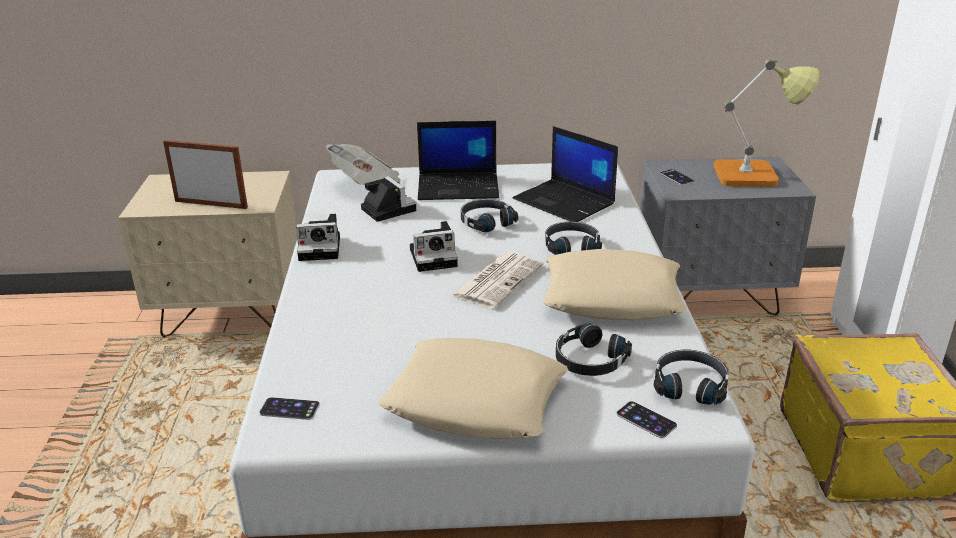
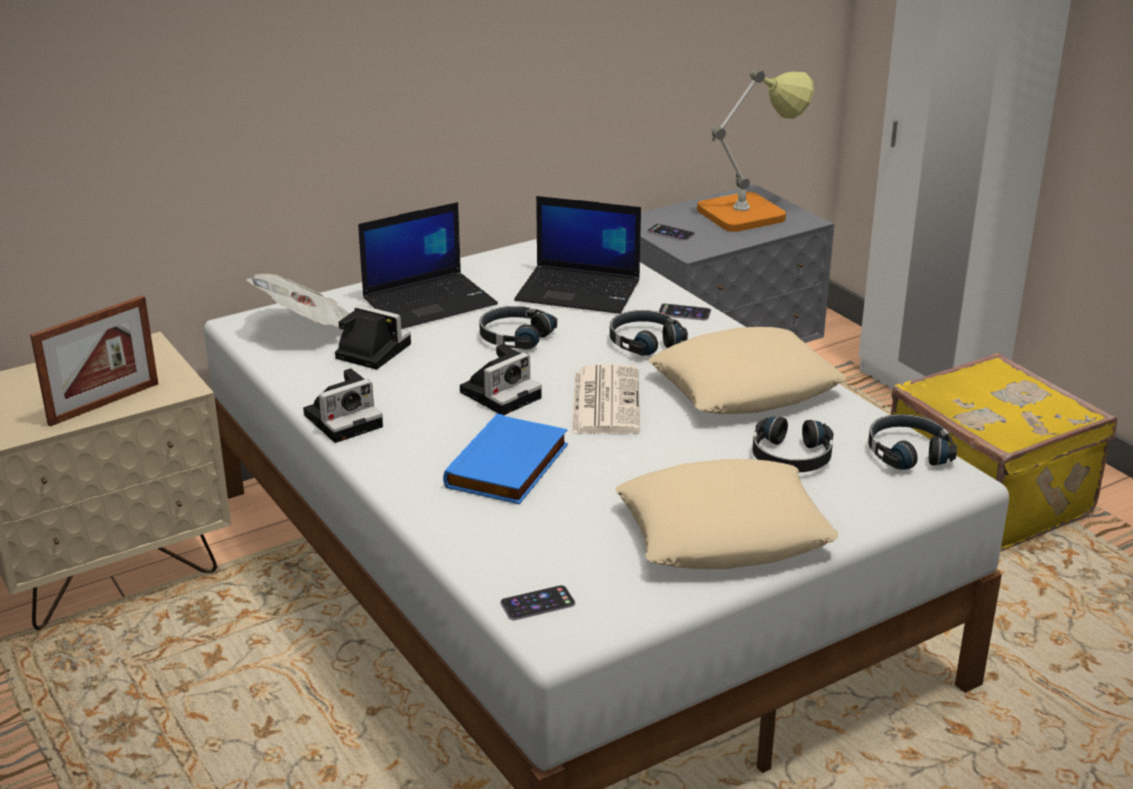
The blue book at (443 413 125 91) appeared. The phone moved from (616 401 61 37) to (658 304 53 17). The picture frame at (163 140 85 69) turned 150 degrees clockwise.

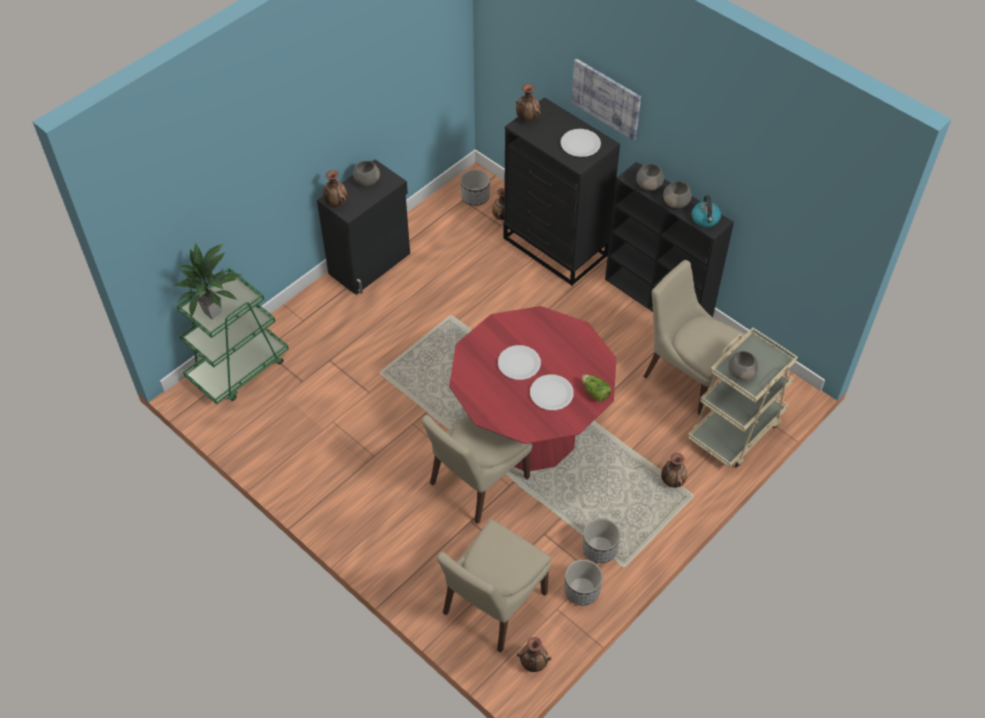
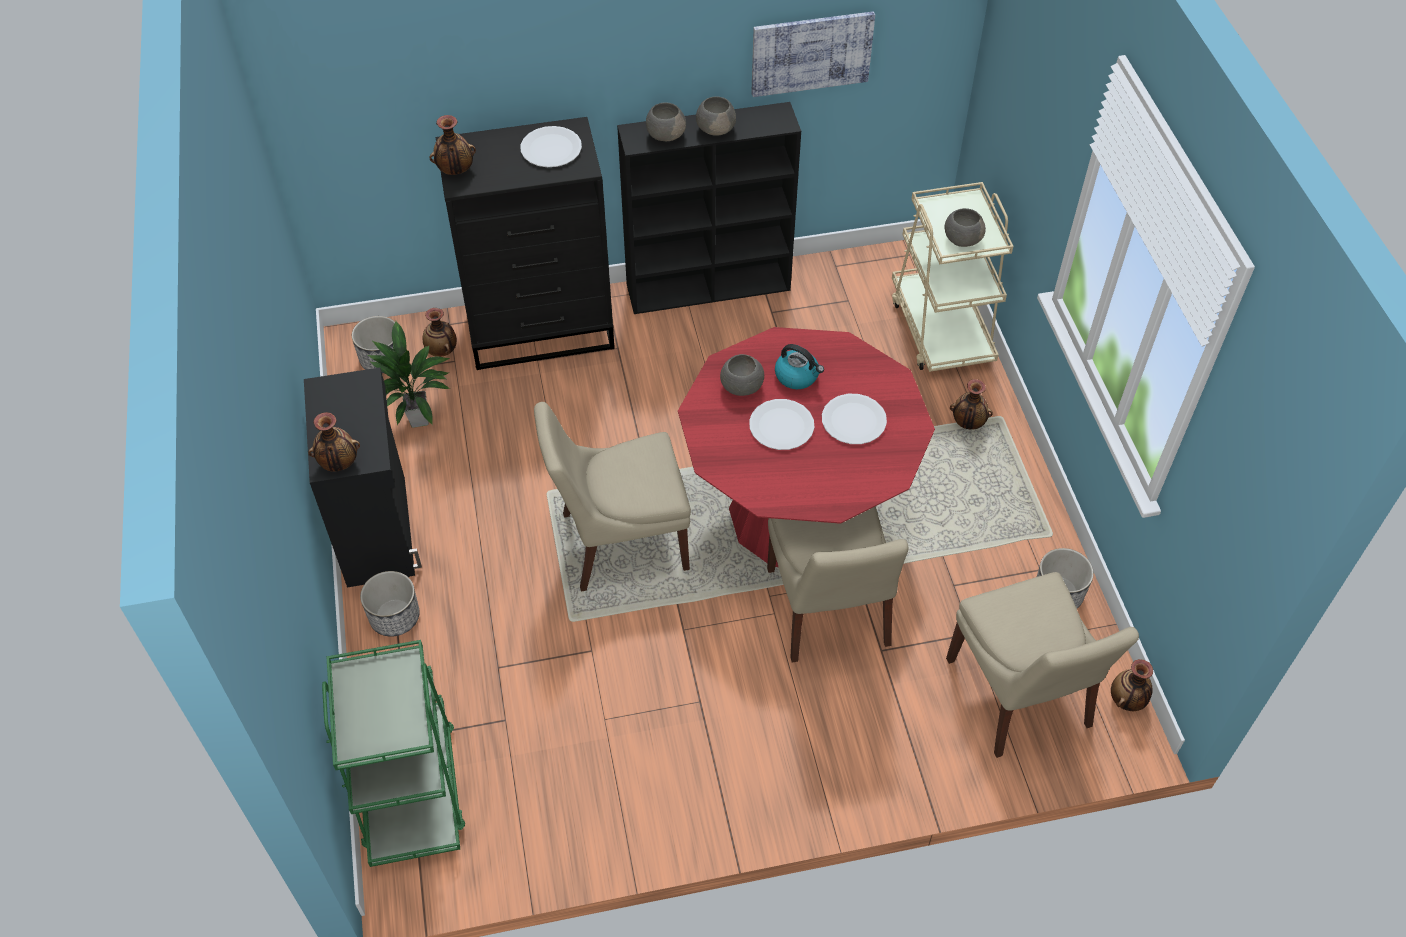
The lettuce at (582 374 29 28) disappeared. The potted plant moved from (174 243 67 76) to (368 321 82 107). The grey bowl moved from (353 161 27 25) to (720 354 44 42). The picture moved from (571 58 70 83) to (752 11 123 86). The planter moved from (583 518 37 45) to (360 571 60 66). The beige chair moved from (643 260 103 155) to (534 402 157 190). The kettle moved from (692 195 29 32) to (775 344 49 45).

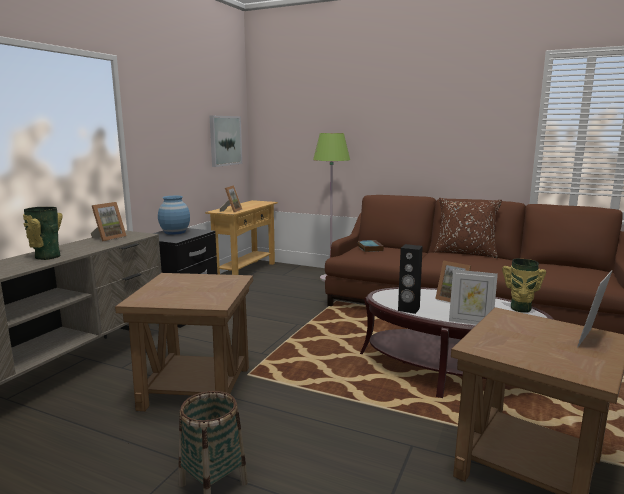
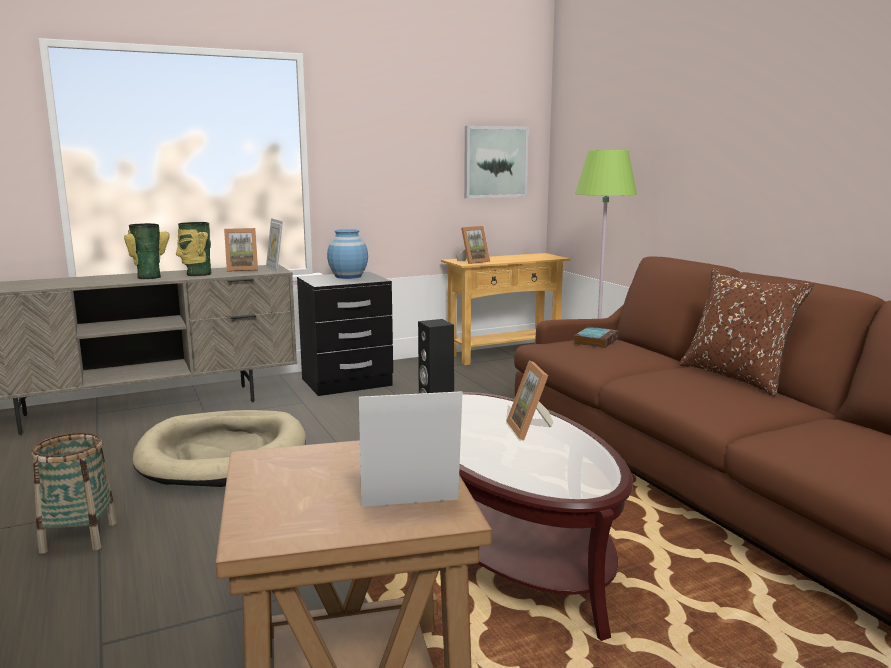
The picture frame moved from (449 269 49 56) to (266 218 17 54). The vase moved from (502 259 44 54) to (176 222 35 54). The brown side table at (115 273 138 138) was replaced by the beige dog bed at (132 410 174 77).

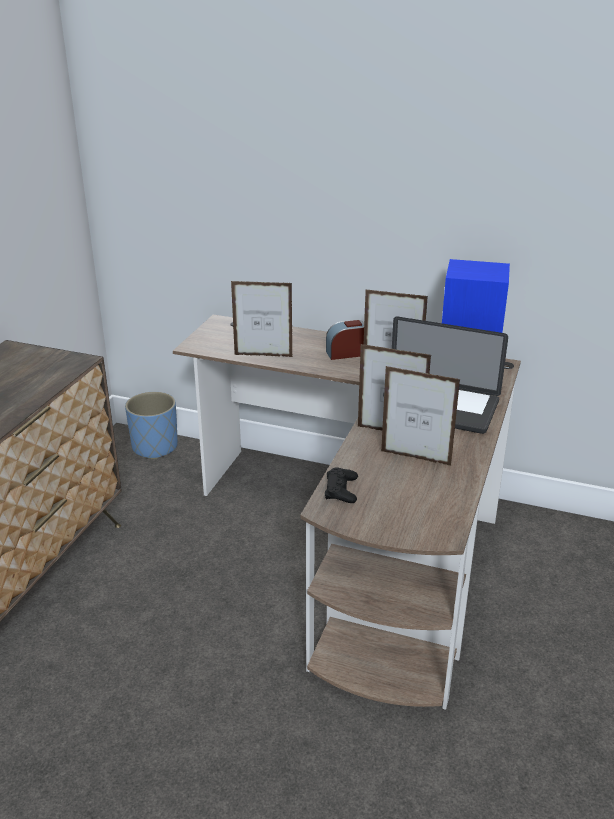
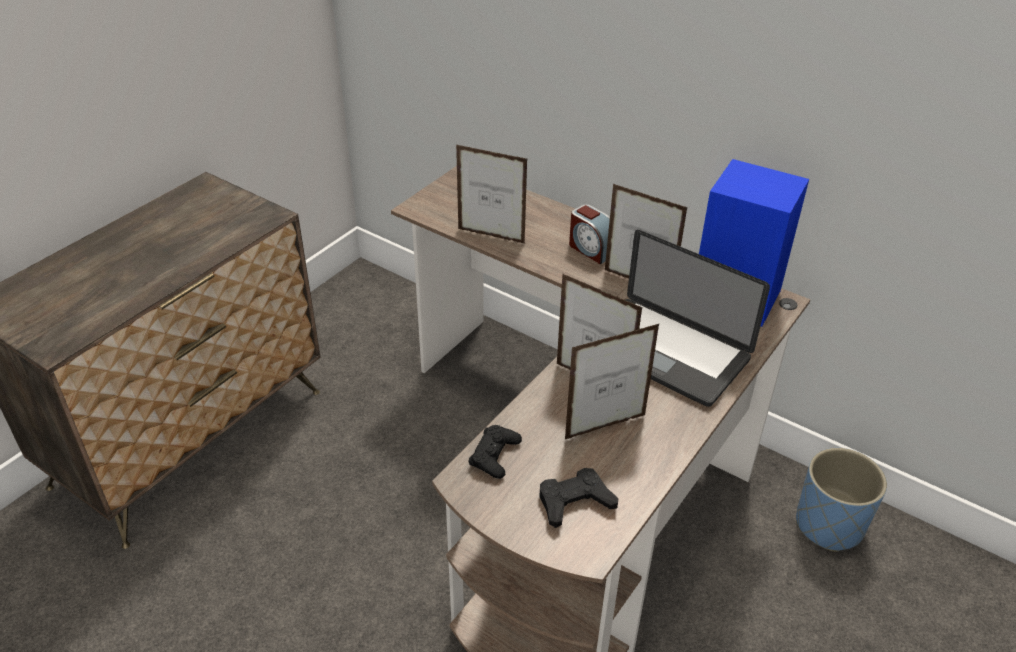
The black game controller at (540 468 78 60) appeared. The blue planter moved from (125 392 53 67) to (796 448 91 104). The alarm clock at (326 320 38 40) turned 135 degrees counterclockwise. The picture frame at (381 366 79 100) turned 60 degrees counterclockwise.

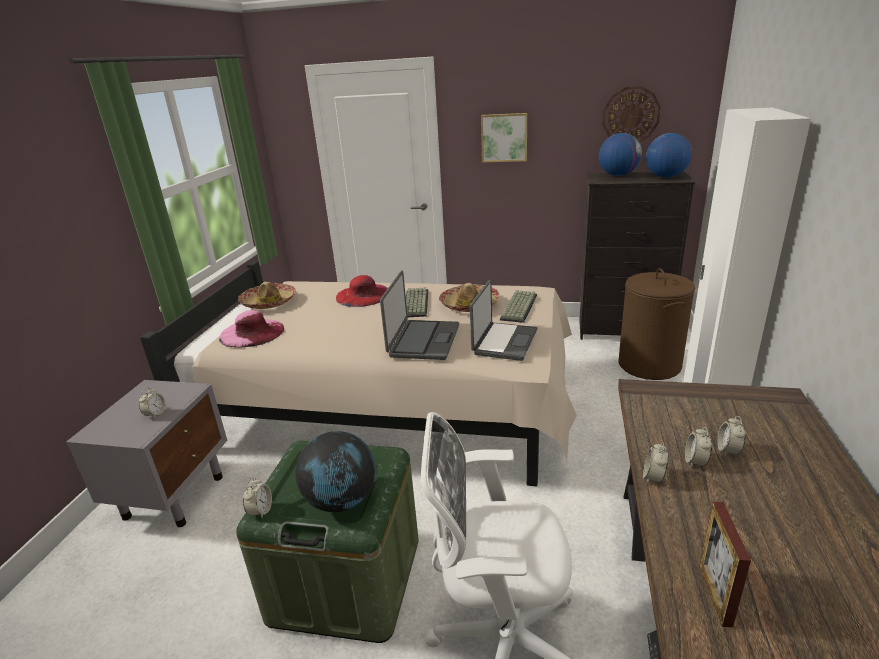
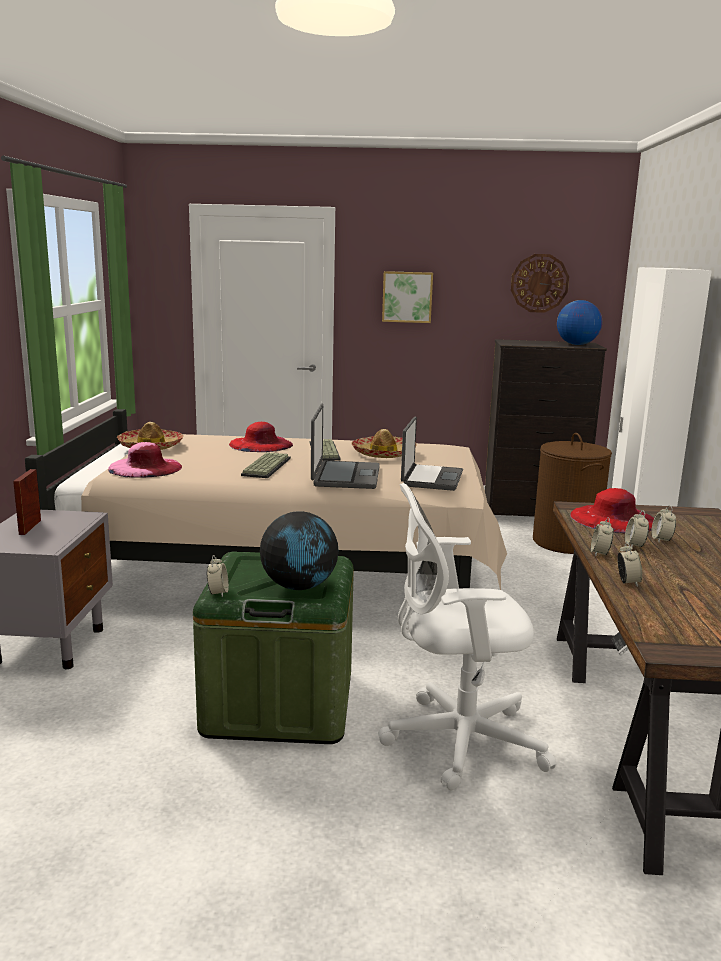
The globe at (599 133 43 43) disappeared. The red hat at (570 488 84 45) appeared. The alarm clock moved from (139 387 26 32) to (617 542 25 44). The keyboard moved from (500 290 37 33) to (241 452 50 26). The picture frame moved from (700 502 51 125) to (13 469 28 66).

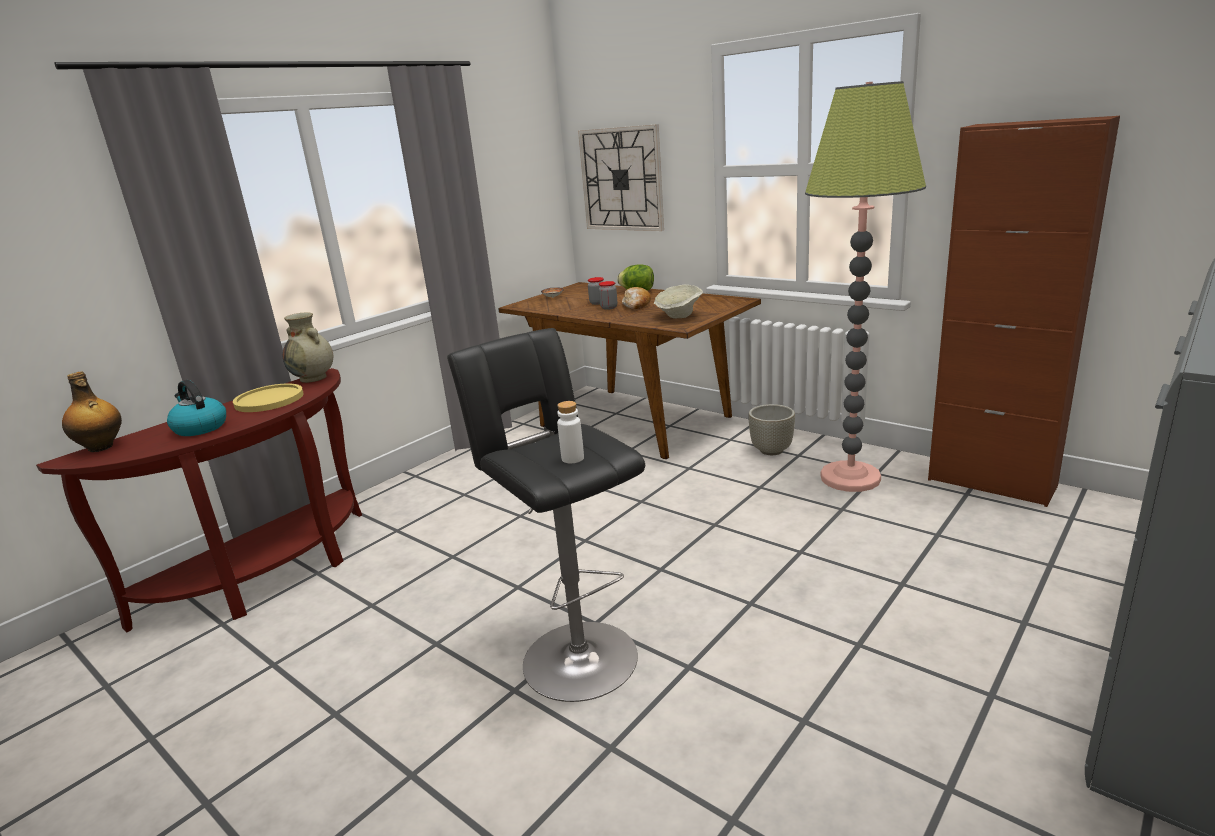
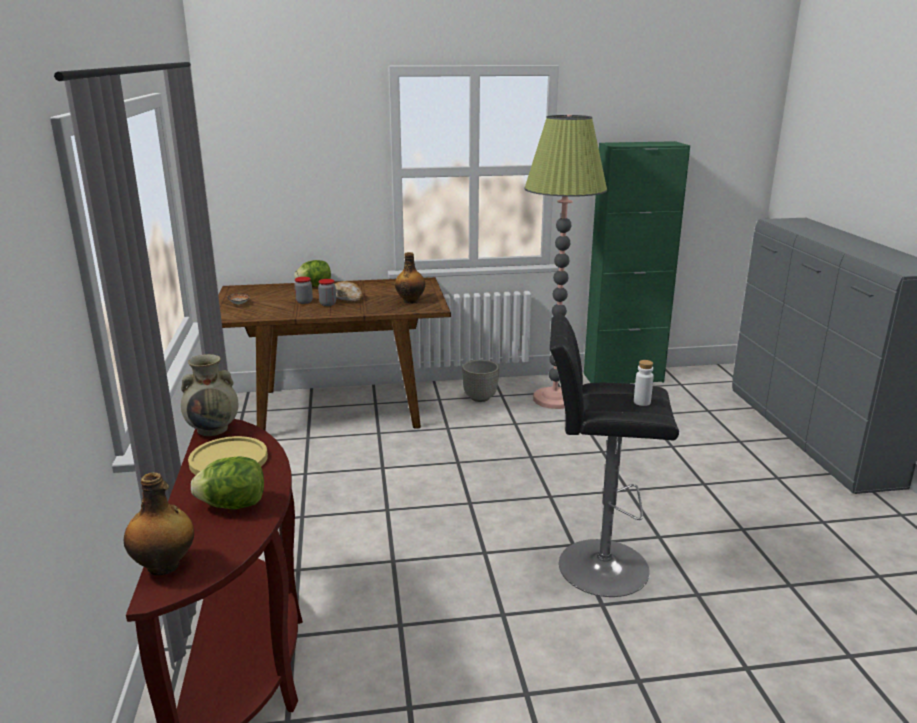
The wall clock at (578 124 86 107) disappeared. The kettle at (167 380 59 56) was replaced by the lettuce at (191 456 73 53). The beige bowl at (654 285 49 34) was replaced by the bottle at (395 252 30 52). The brown cabinet at (928 116 192 391) became the green cabinet at (584 141 106 243).

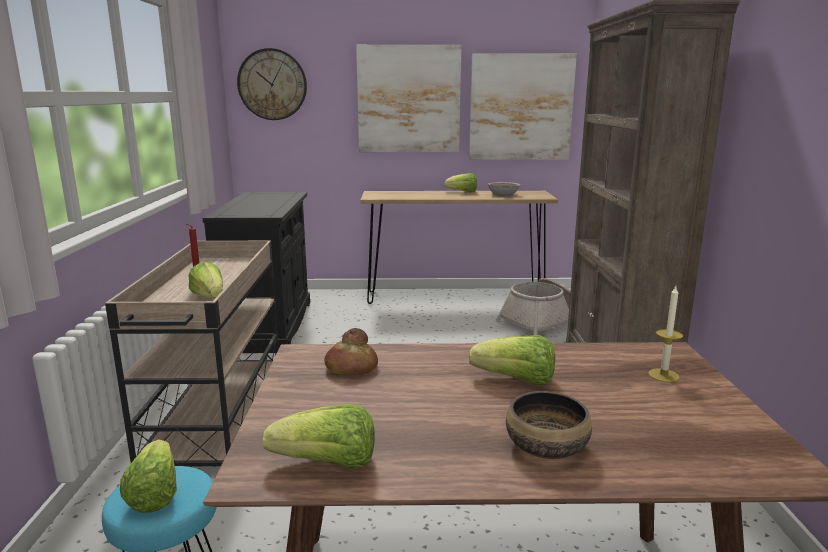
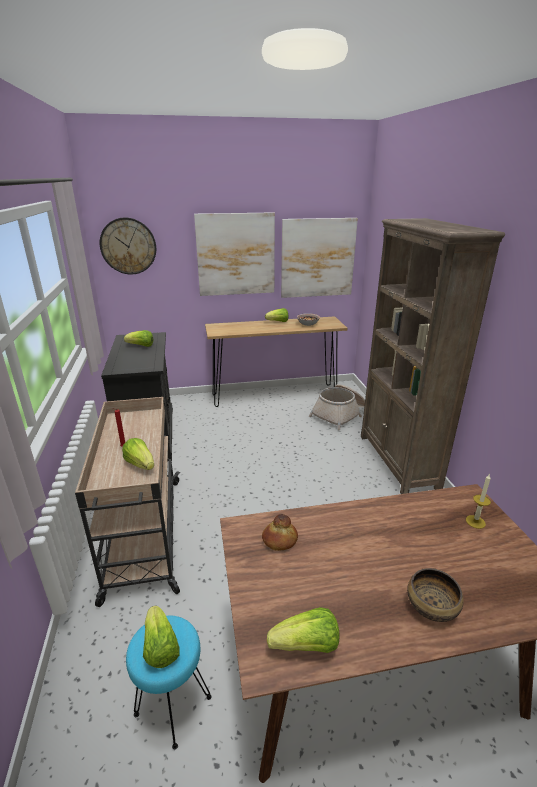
The lettuce moved from (469 335 86 50) to (124 330 29 17).

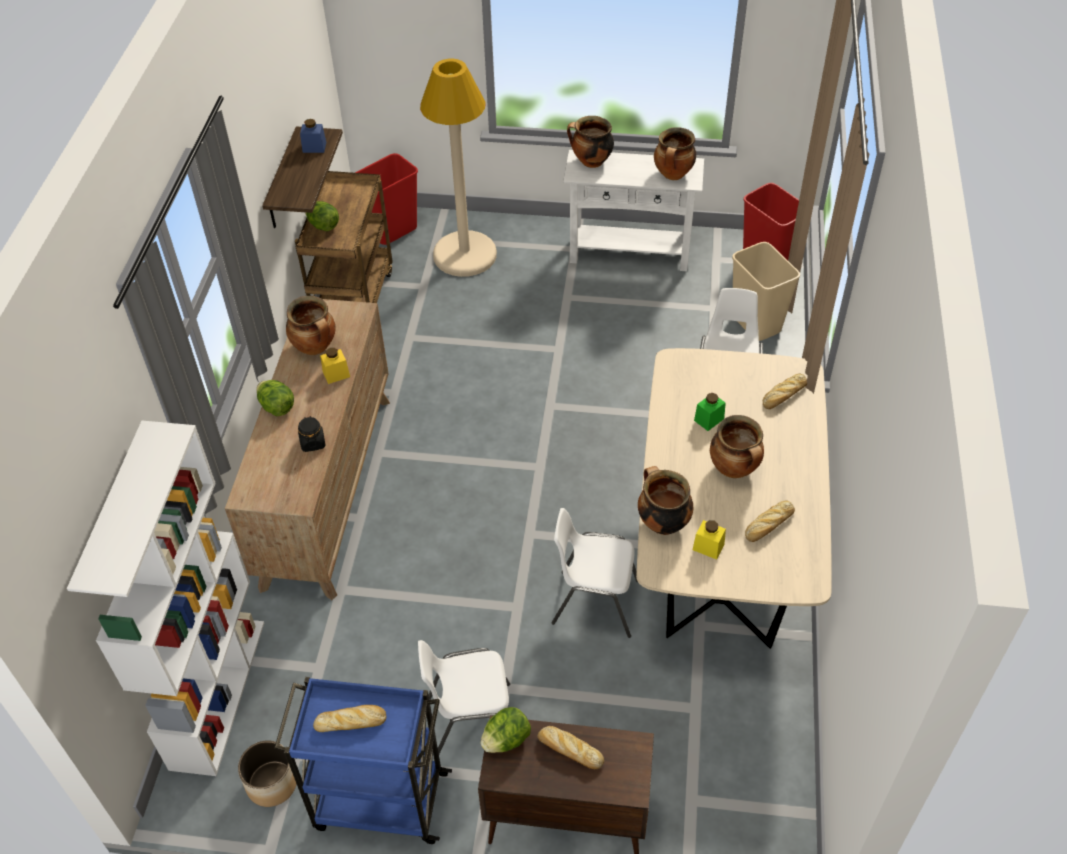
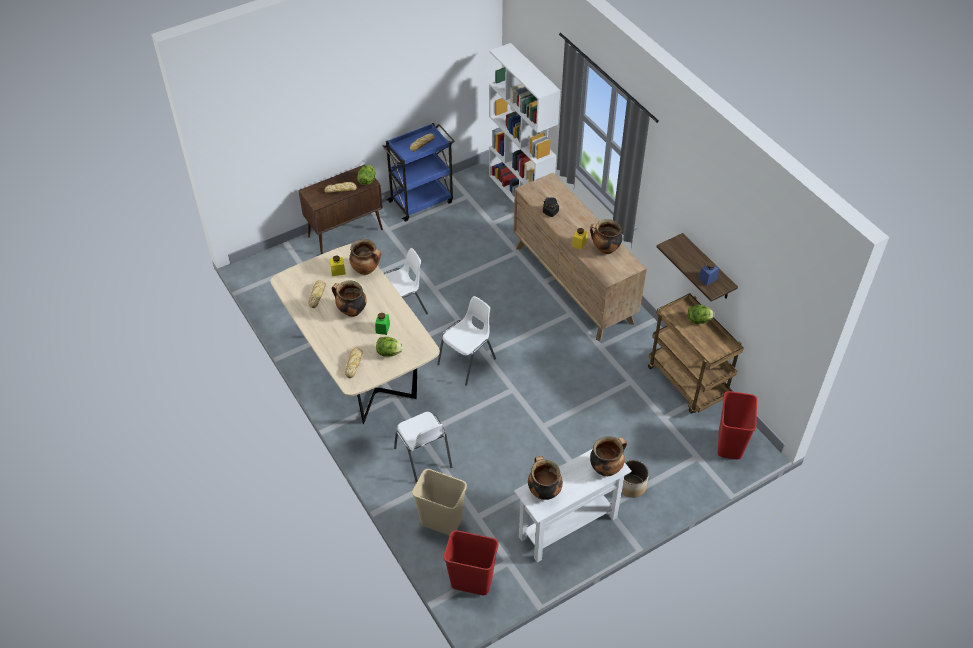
The beige floor lamp at (420 59 77 218) disappeared. The planter moved from (238 740 58 67) to (622 460 27 38). The lettuce moved from (257 380 37 36) to (376 337 27 20). The white chair moved from (418 640 92 114) to (437 296 59 90).

